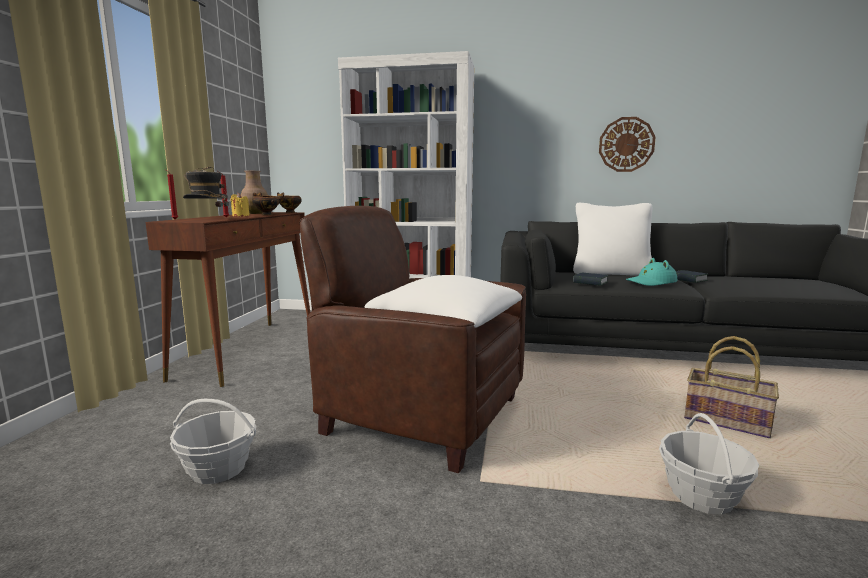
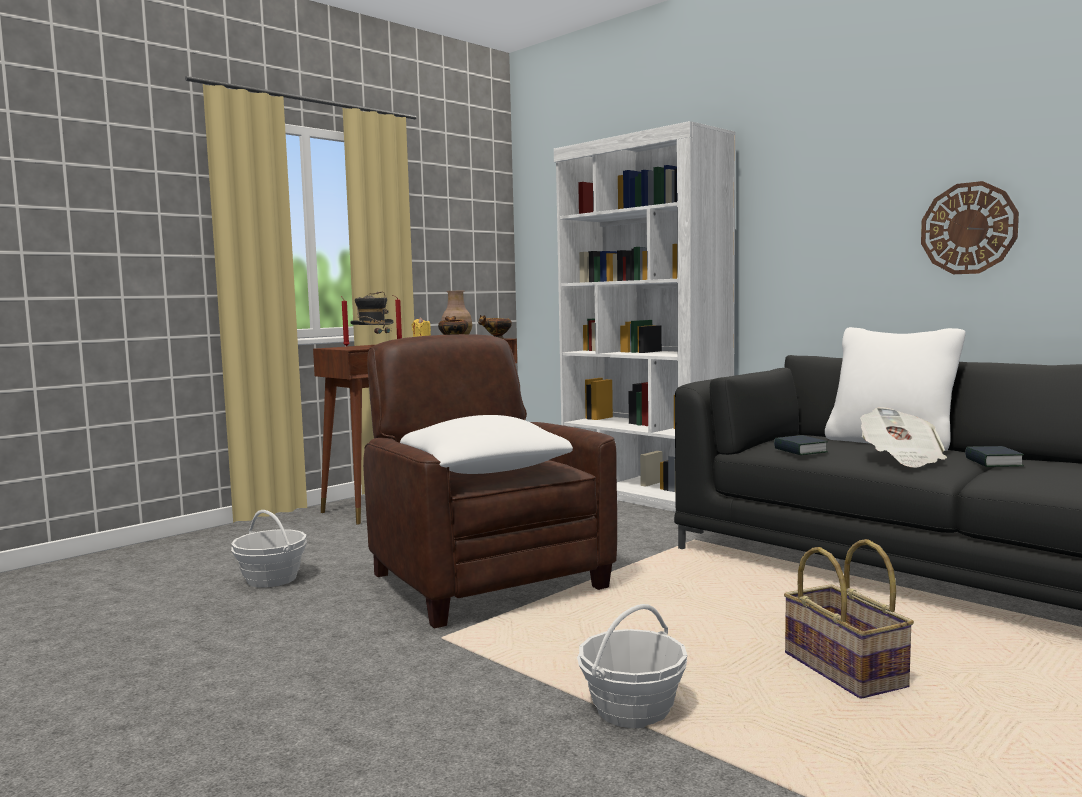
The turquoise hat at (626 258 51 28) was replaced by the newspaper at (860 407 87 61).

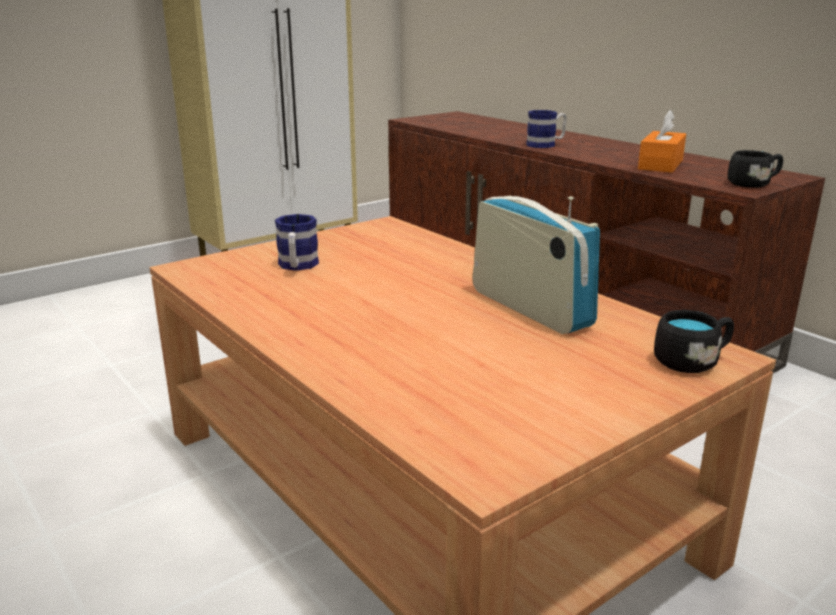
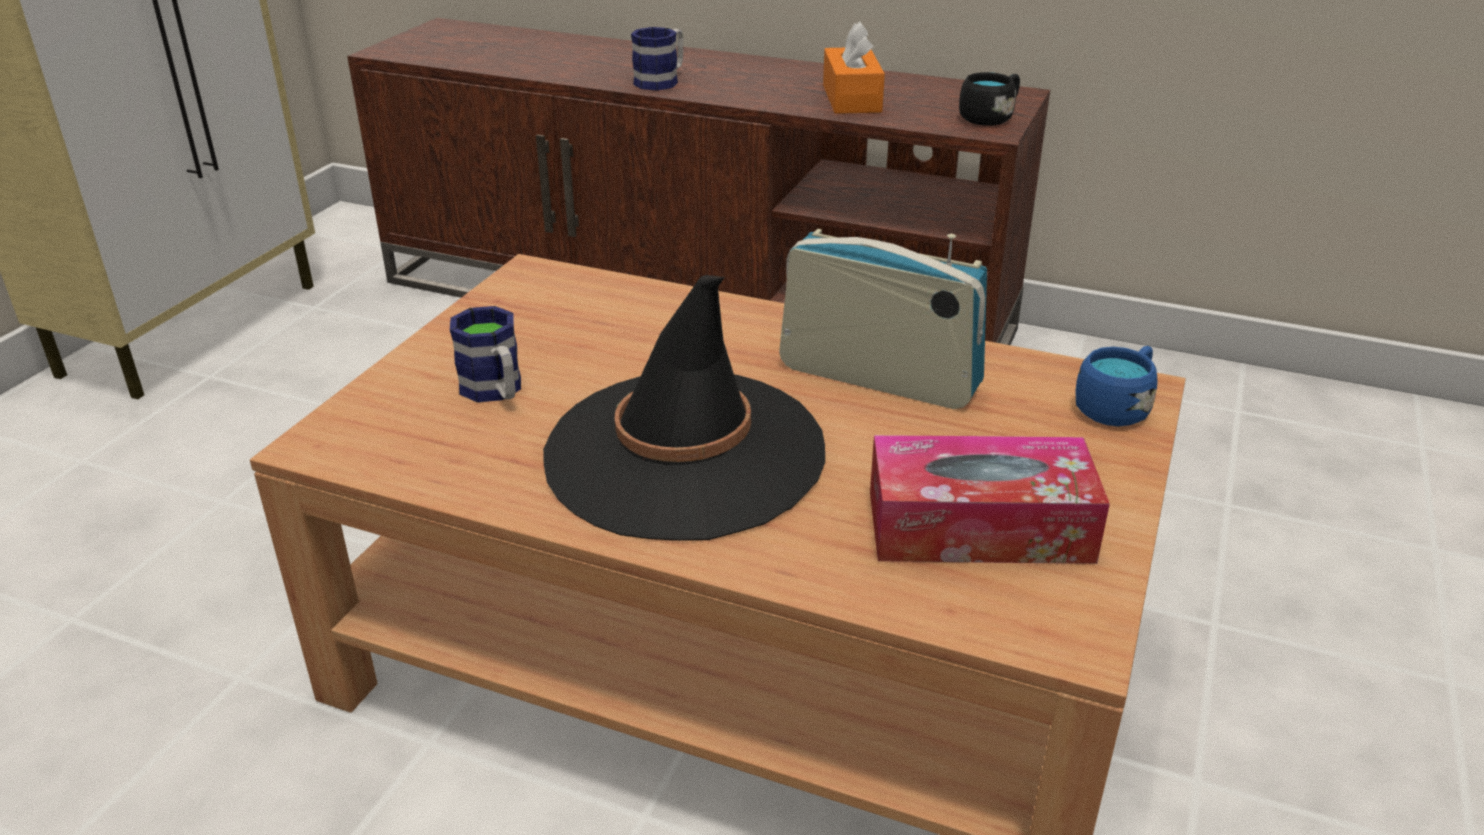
The black hat at (543 275 282 266) appeared. The tissue box at (870 435 240 129) appeared. The black mug at (654 310 80 63) became the blue mug at (1076 346 81 81).

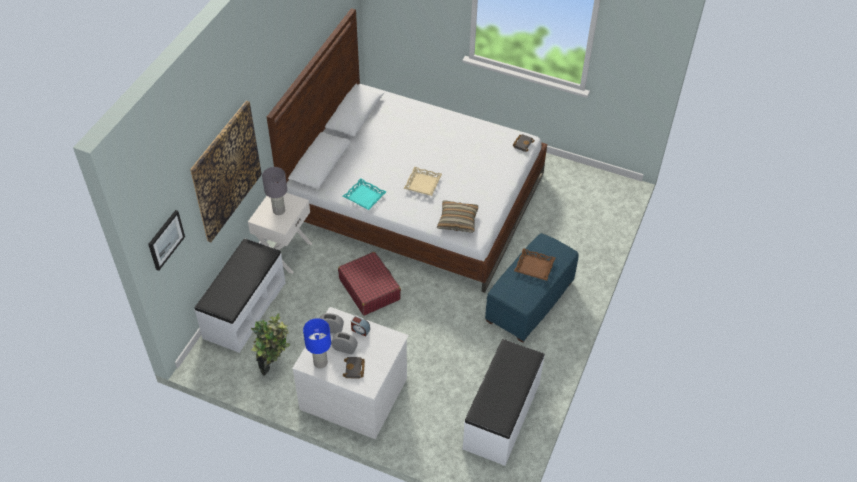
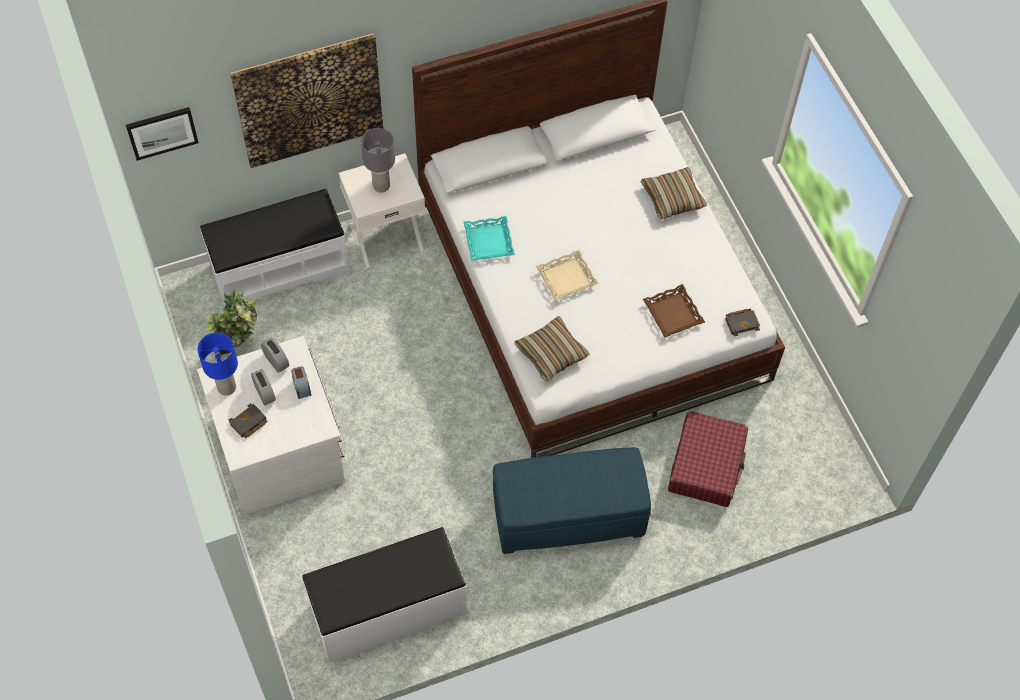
The pillow at (641 167 66 52) appeared. The red suitcase moved from (338 252 63 63) to (668 411 80 96). The brown tray moved from (514 248 41 33) to (643 284 62 54).

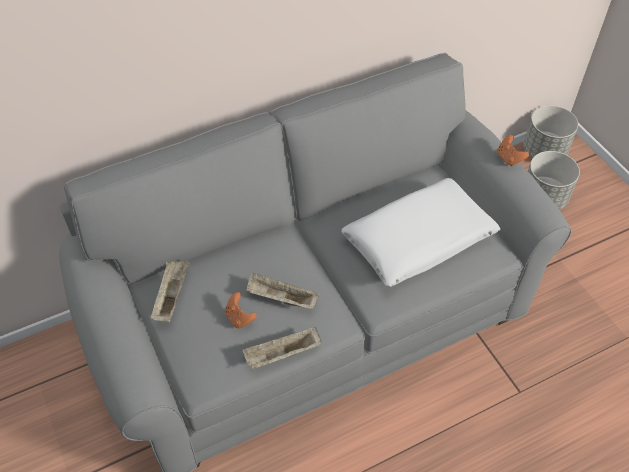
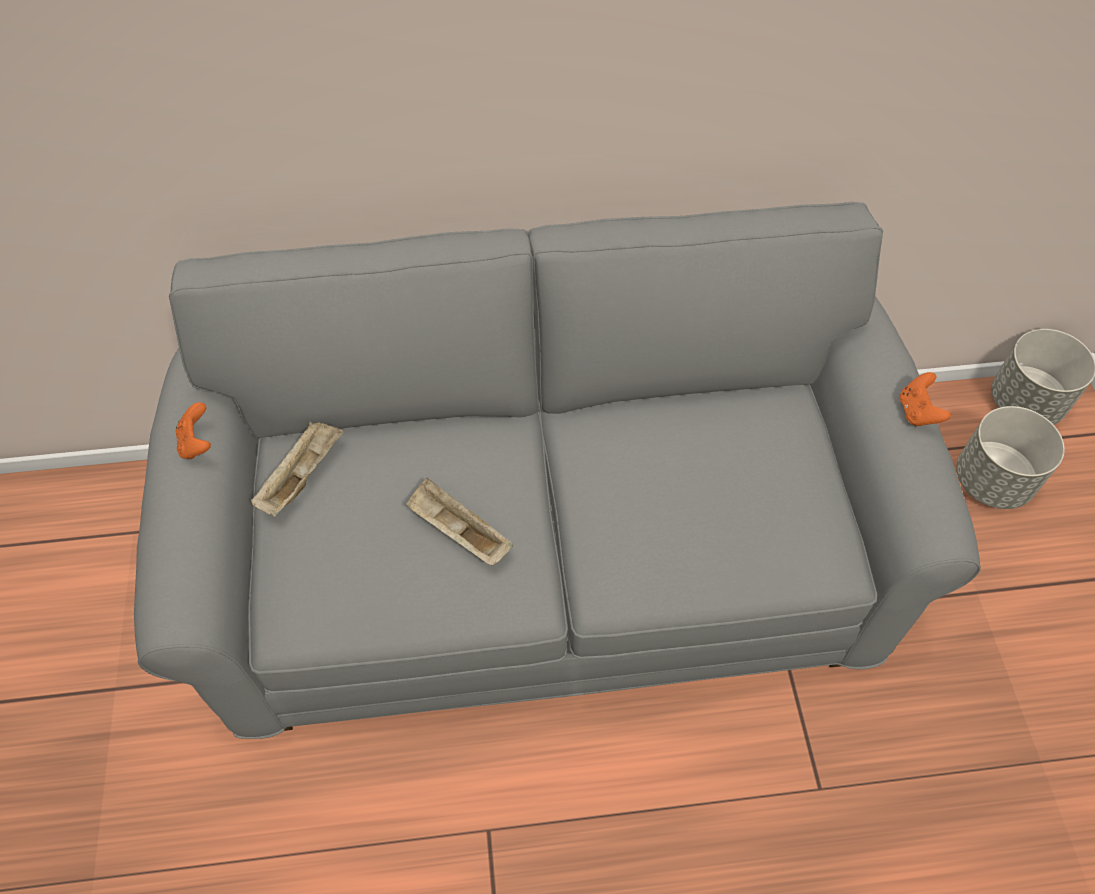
The beige tray at (243 327 78 42) disappeared. The white pillow at (341 178 159 109) disappeared. The orange game controller moved from (225 292 32 36) to (176 402 35 57).

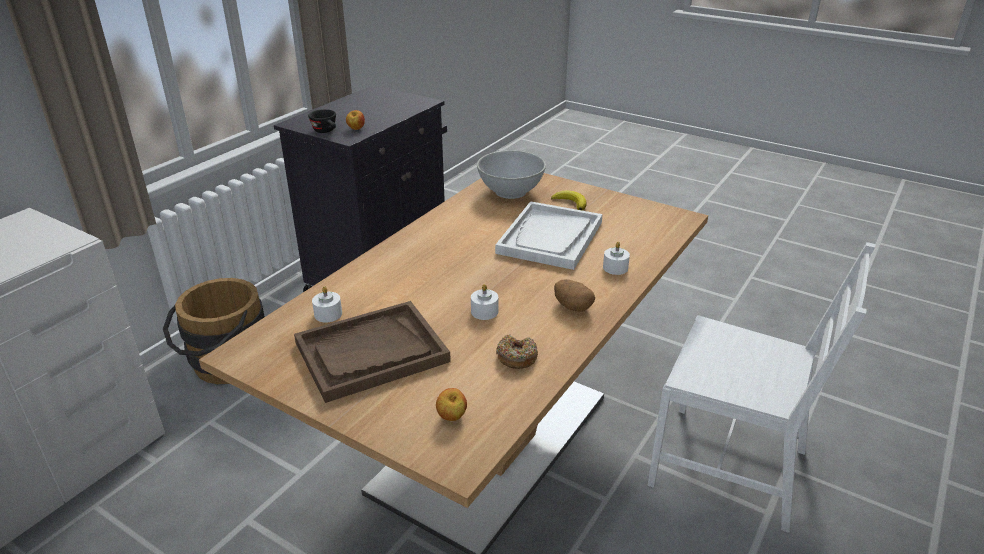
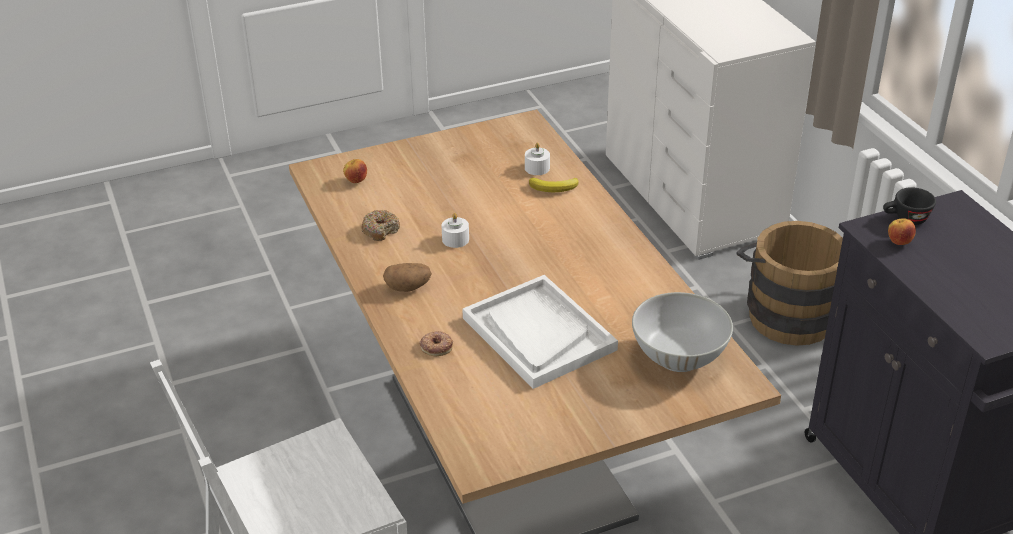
The brown tray at (294 301 157 102) disappeared. The banana moved from (551 190 35 21) to (529 178 50 14). The white candle at (603 242 27 33) was replaced by the donut at (419 331 34 26).

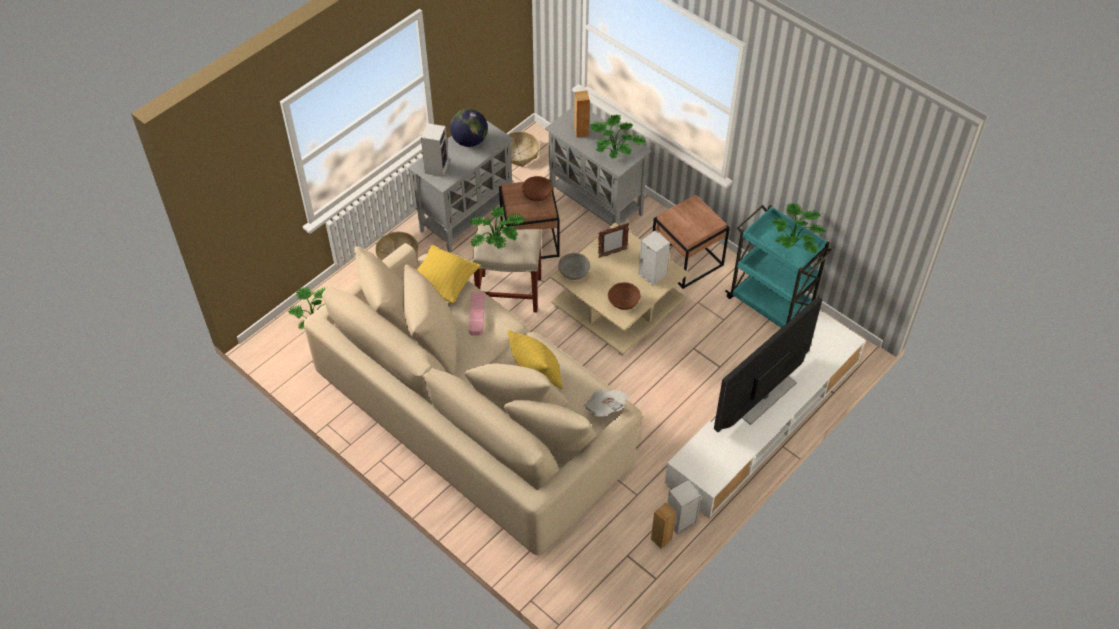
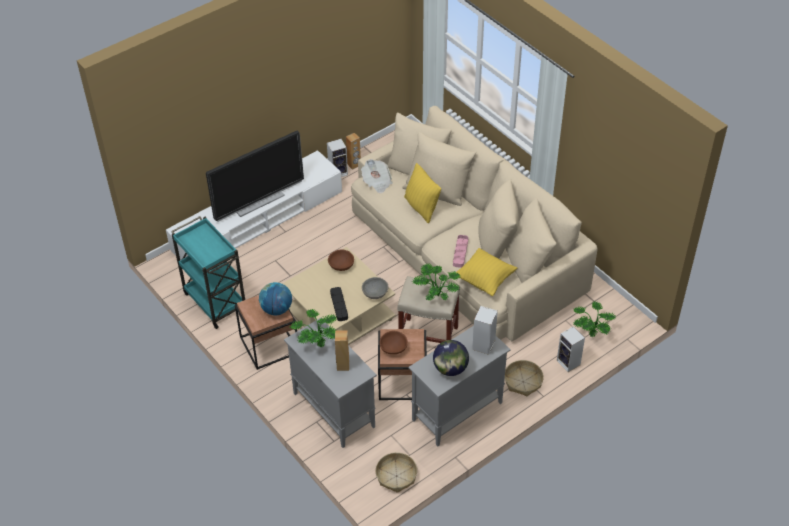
The potted plant at (772 203 54 50) disappeared. The globe at (259 282 33 33) appeared. The speaker moved from (638 230 32 56) to (557 326 28 46). The picture frame at (598 223 31 35) was replaced by the black tray at (330 287 18 34).

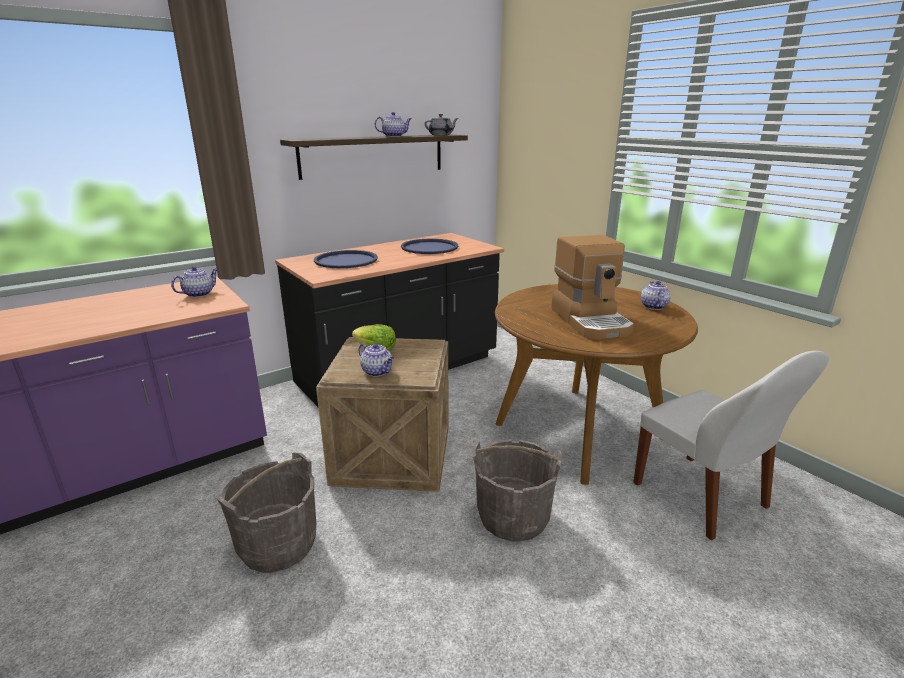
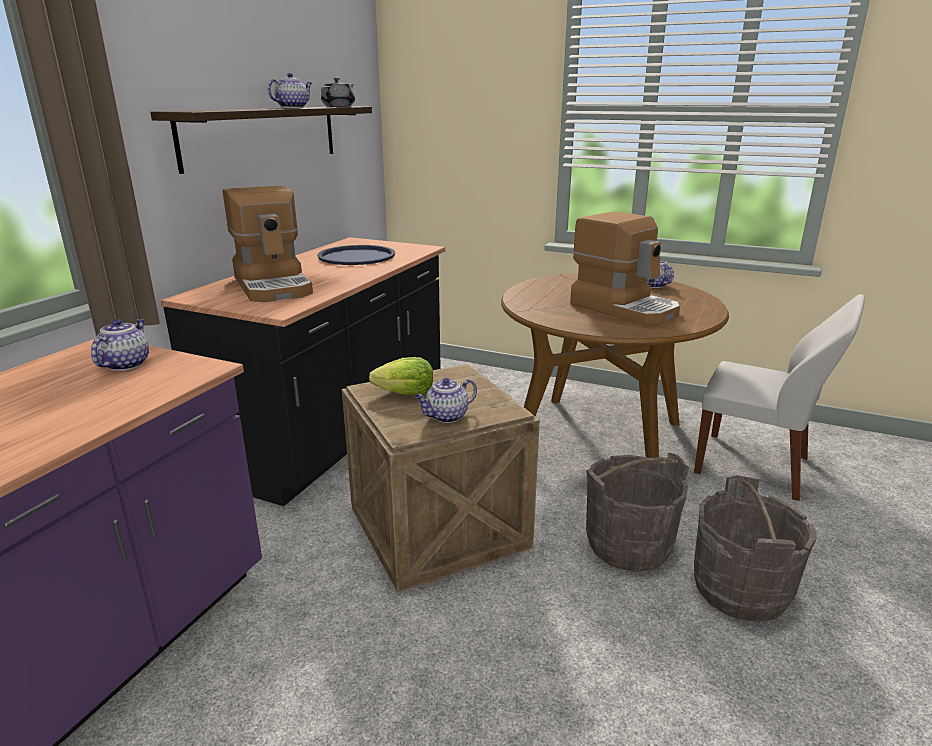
The grey bucket moved from (216 452 100 121) to (694 475 123 147). The blue tray at (314 250 64 18) was replaced by the coffee machine at (222 185 91 117). The teapot at (358 343 36 33) turned 135 degrees clockwise.

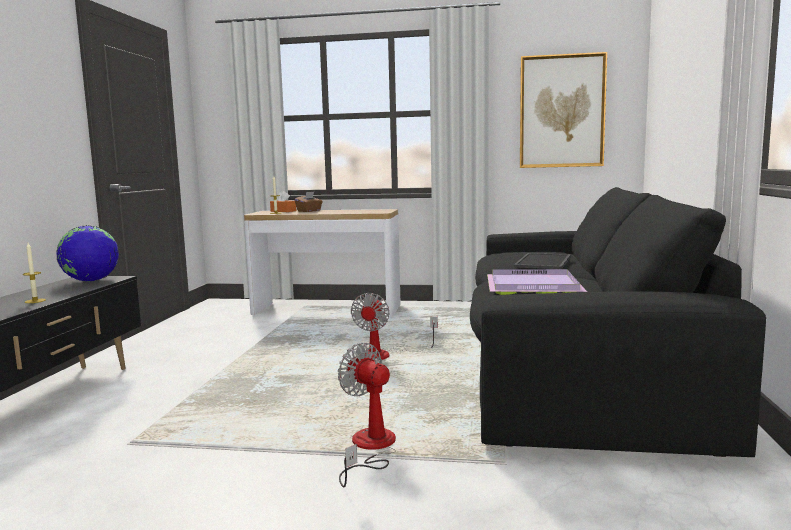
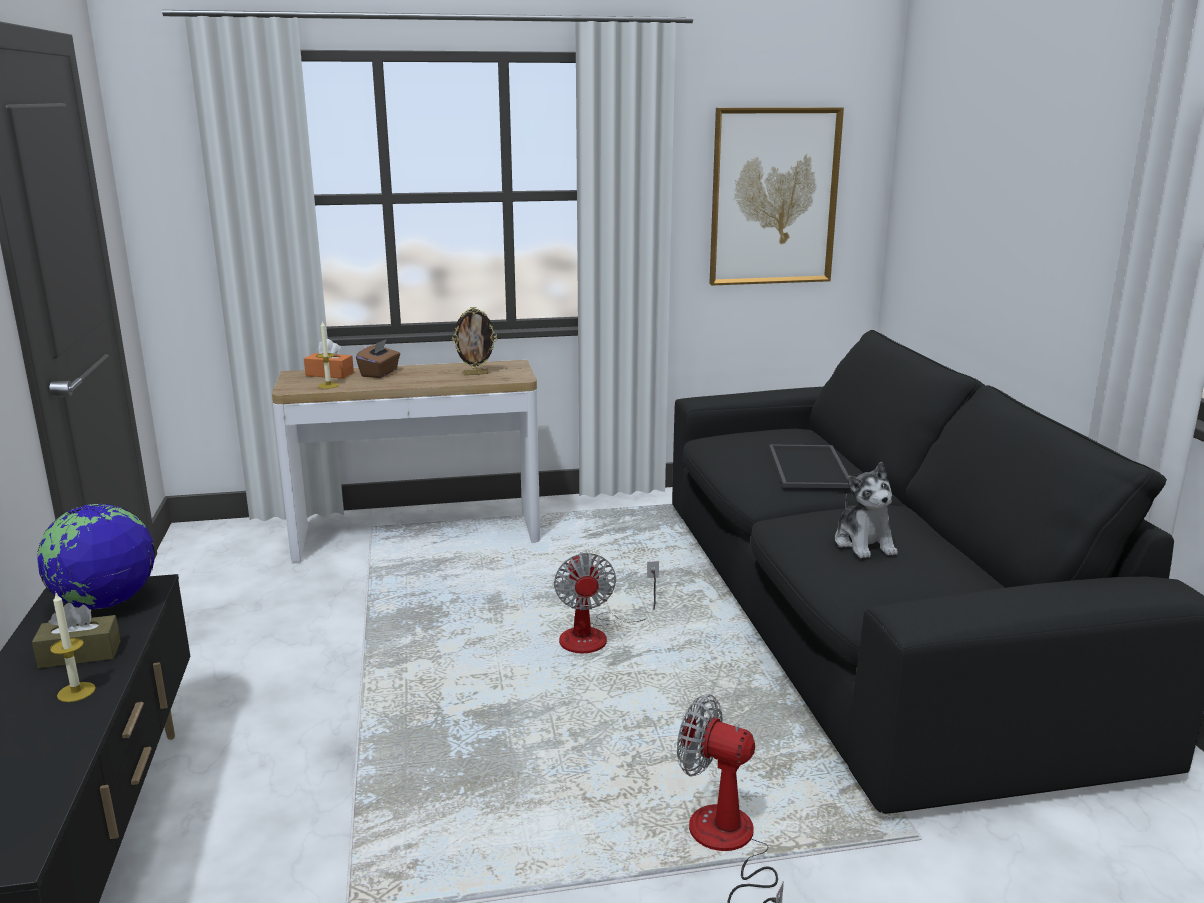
The brown tissue box at (32 603 89 65) appeared. The picture frame at (452 307 45 68) appeared. The purple tray at (487 269 100 26) was replaced by the plush toy at (835 462 63 96).

